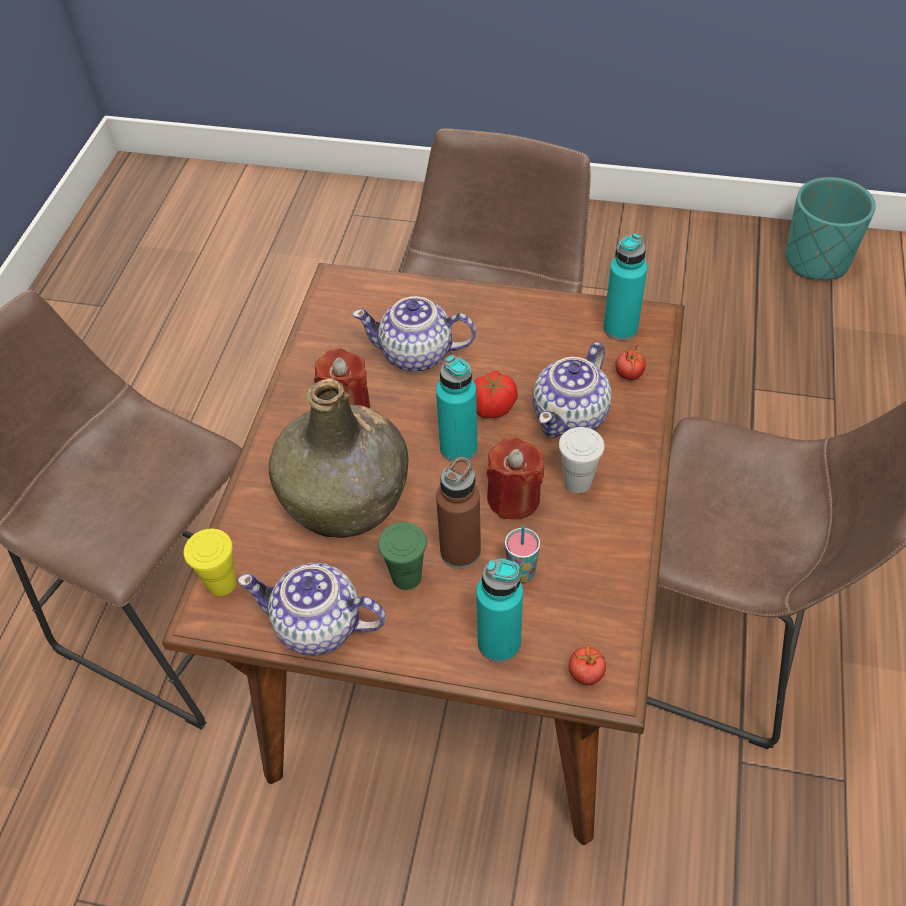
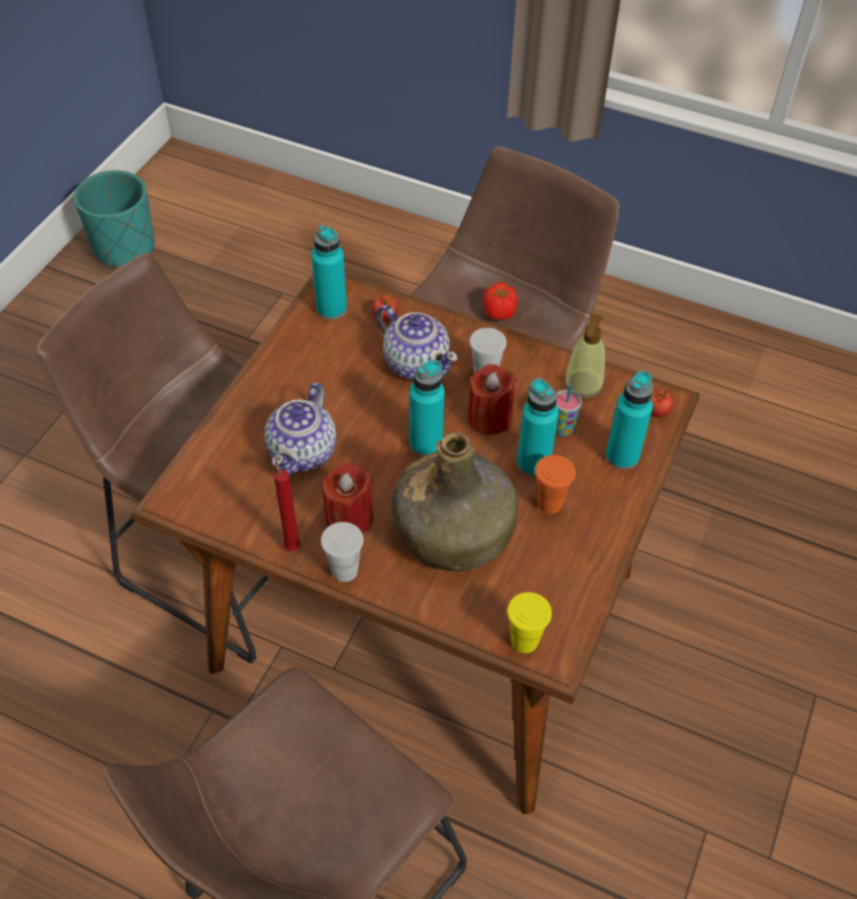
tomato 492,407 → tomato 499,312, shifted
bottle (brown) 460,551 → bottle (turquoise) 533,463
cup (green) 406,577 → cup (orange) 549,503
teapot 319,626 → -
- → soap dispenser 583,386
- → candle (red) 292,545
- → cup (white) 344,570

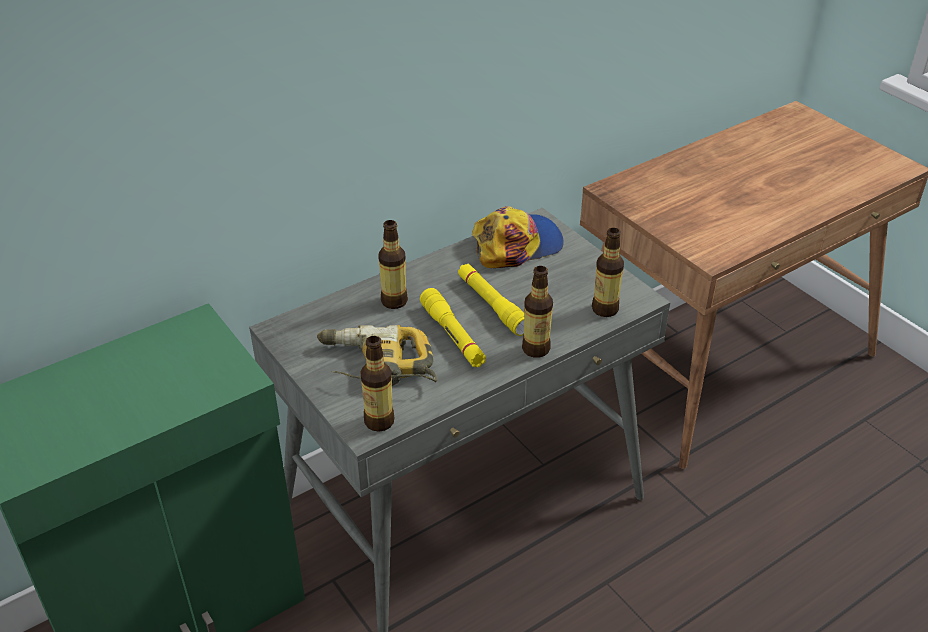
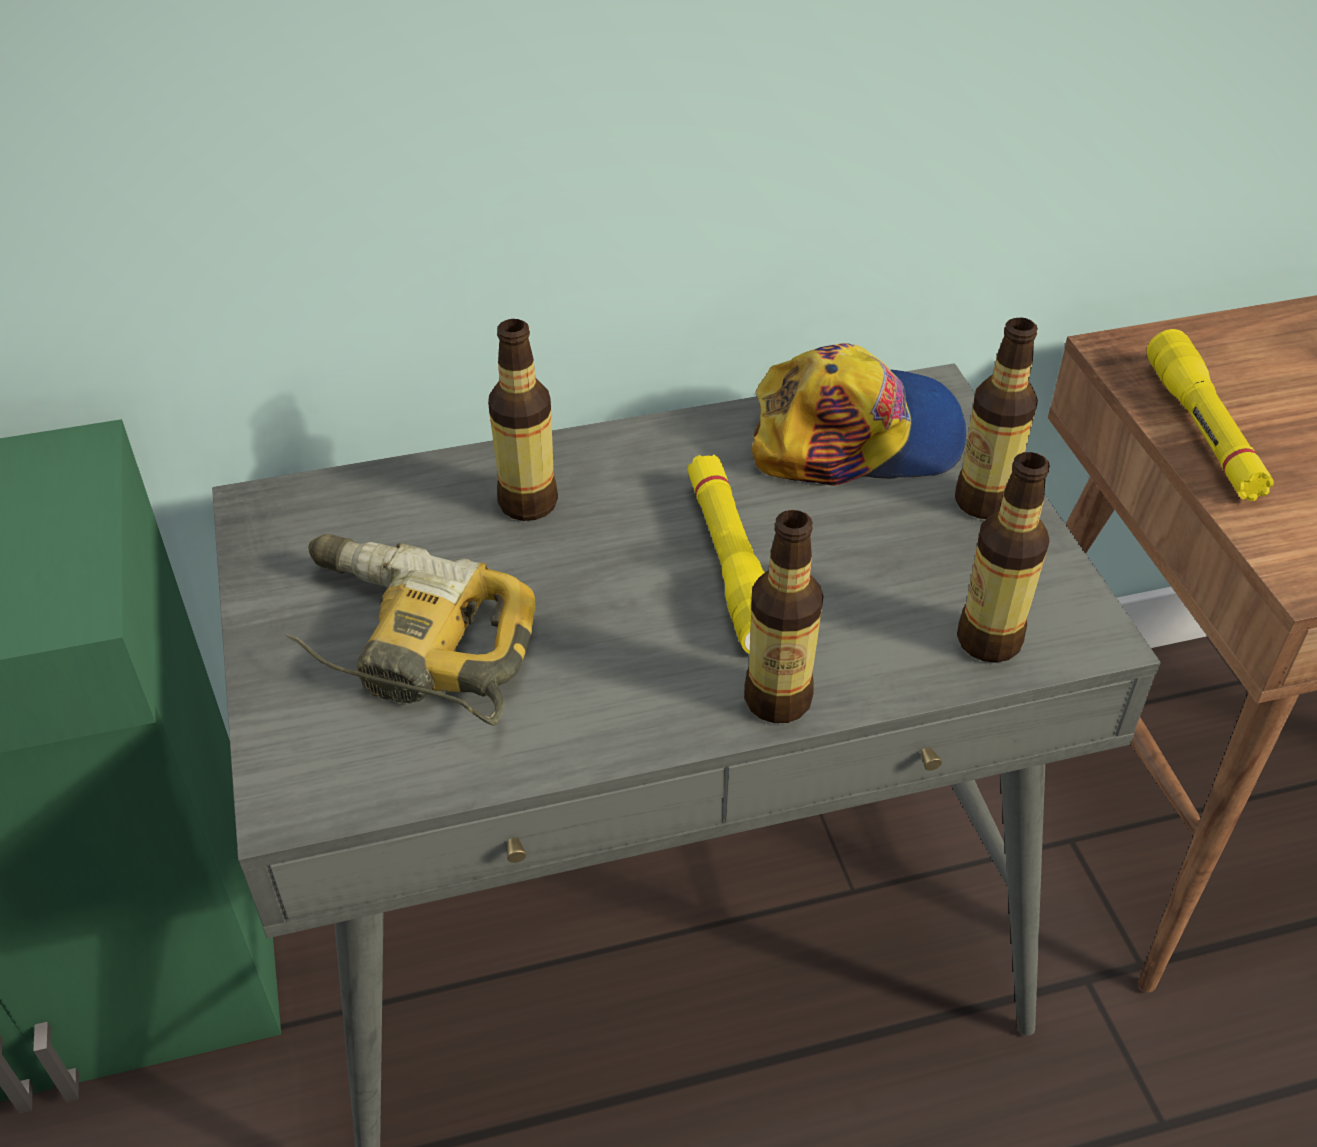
flashlight (yellow) 453,335 → flashlight (yellow) 1203,430, shifted
bottle 379,421 → bottle 984,501, shifted

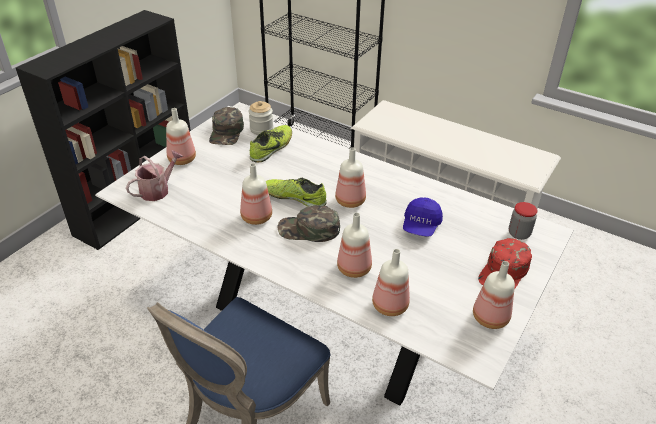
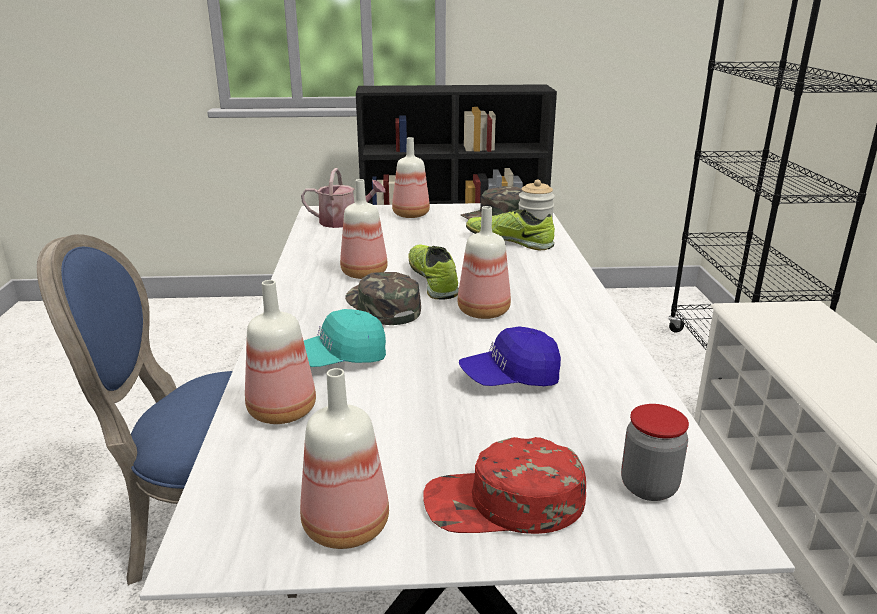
shoe 272,148 → shoe 509,241, 150 degrees counterclockwise
bottle 355,268 → cap (turquoise) 340,359

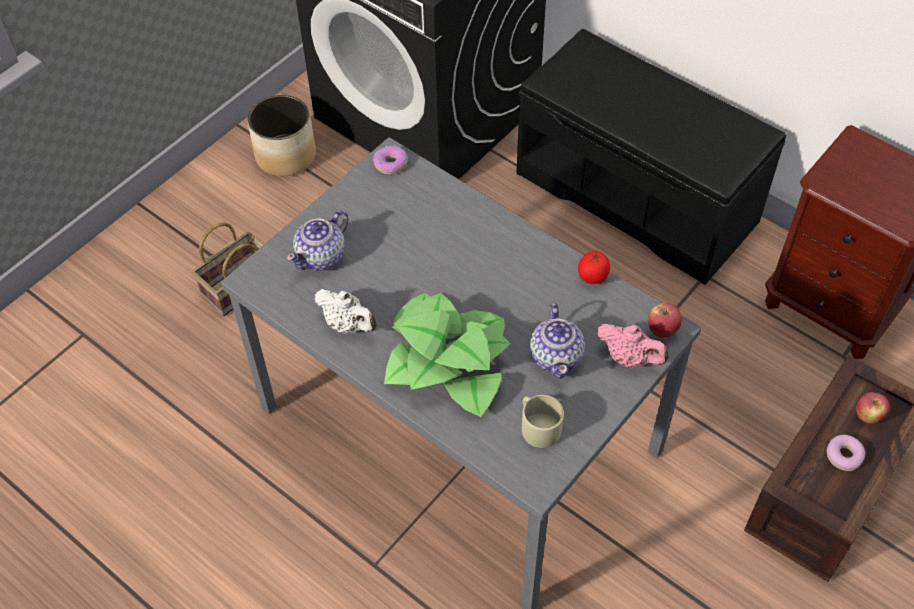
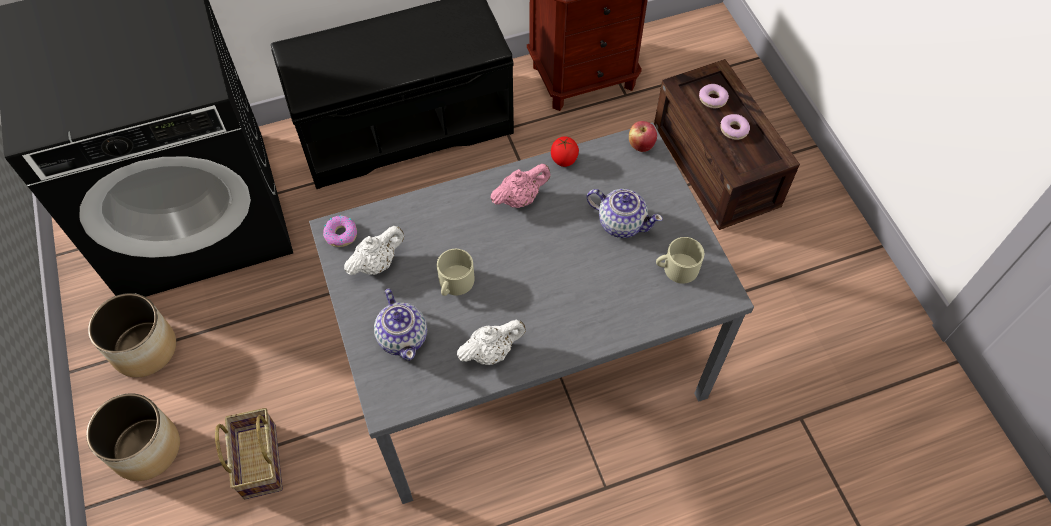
potted plant 448,360 → -
teapot (pink) 629,358 → teapot (pink) 520,198, shifted
apple 868,416 → donut 712,99
- → teapot (white) 377,263
- → mug (beige) 454,284
- → planter 146,448

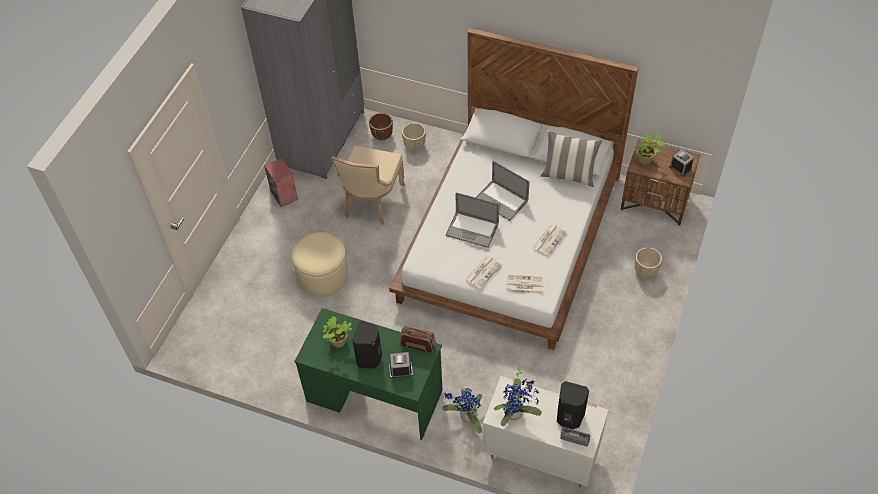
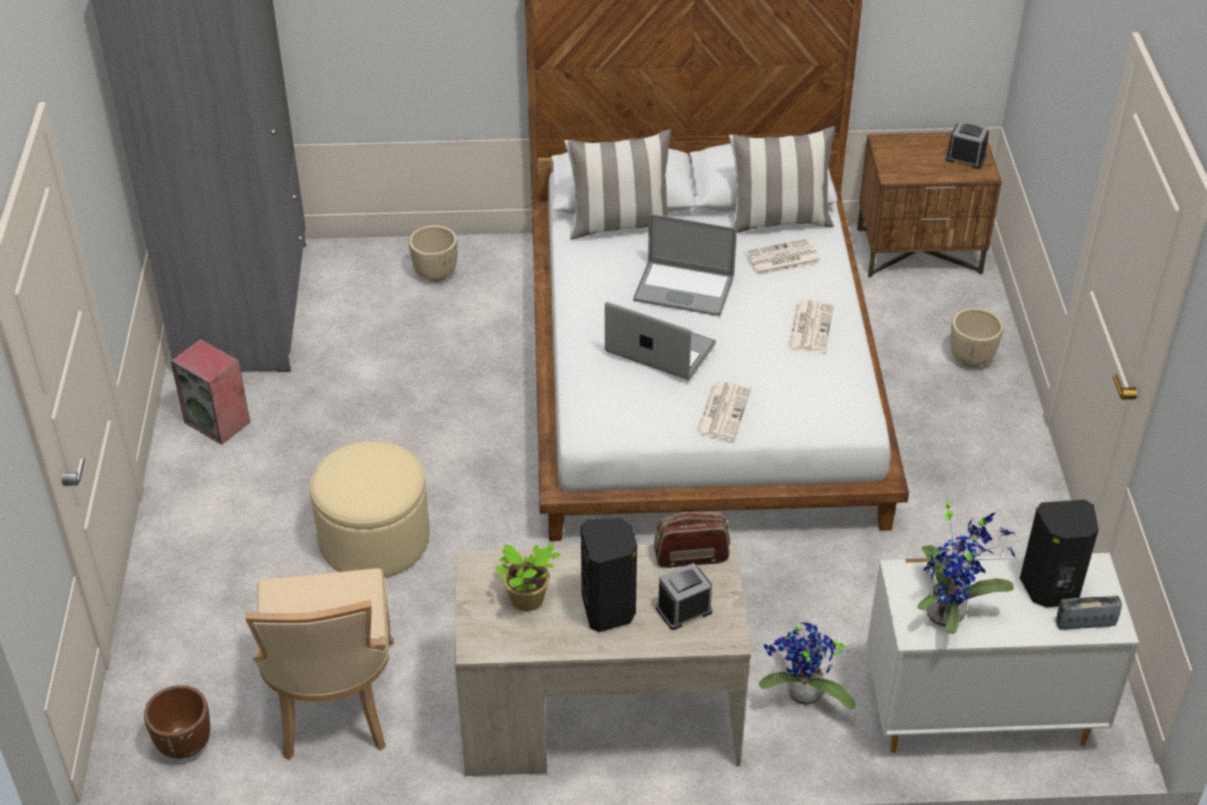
planter (brown) 382,136 → planter (brown) 185,744, shifted
potted plant 646,160 → -
chair (beige) 372,202 → chair (beige) 333,704, shifted
laptop 472,229 → laptop 660,348, 150 degrees counterclockwise
newspaper 524,285 → newspaper 781,259, shifted
desk (green) 374,396 → desk (beige) 599,719
- → pillow 619,225

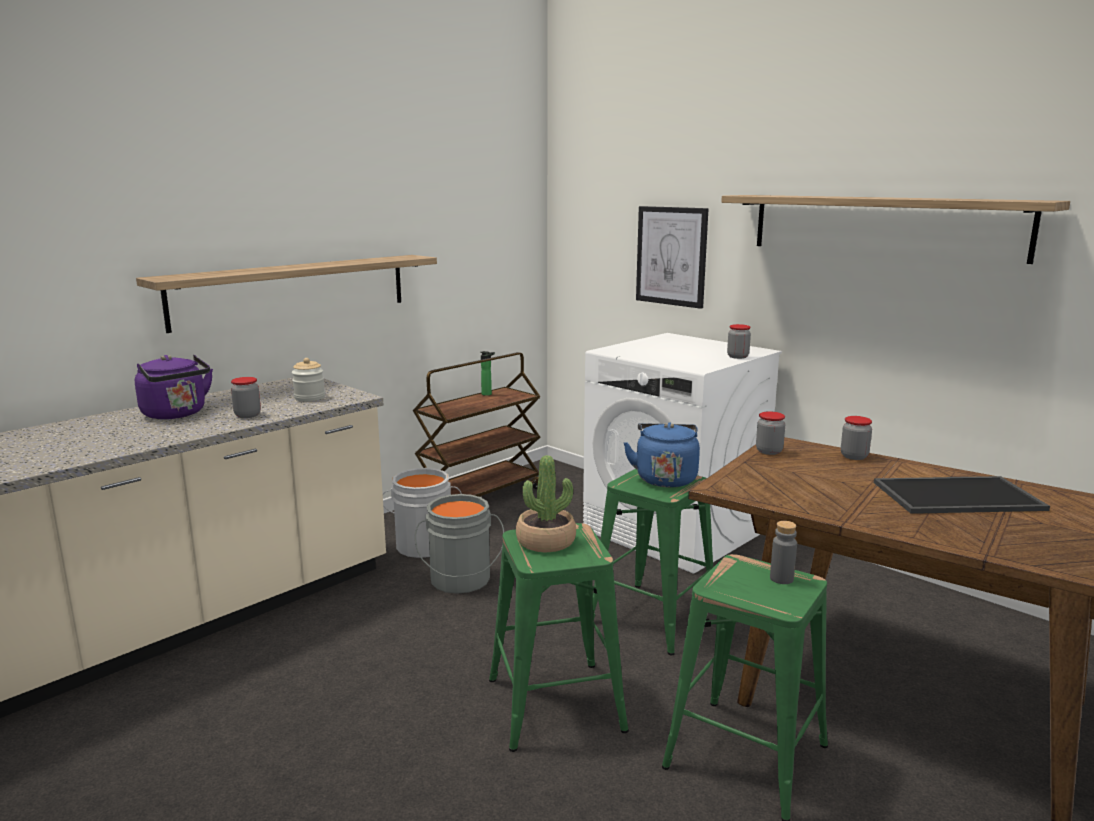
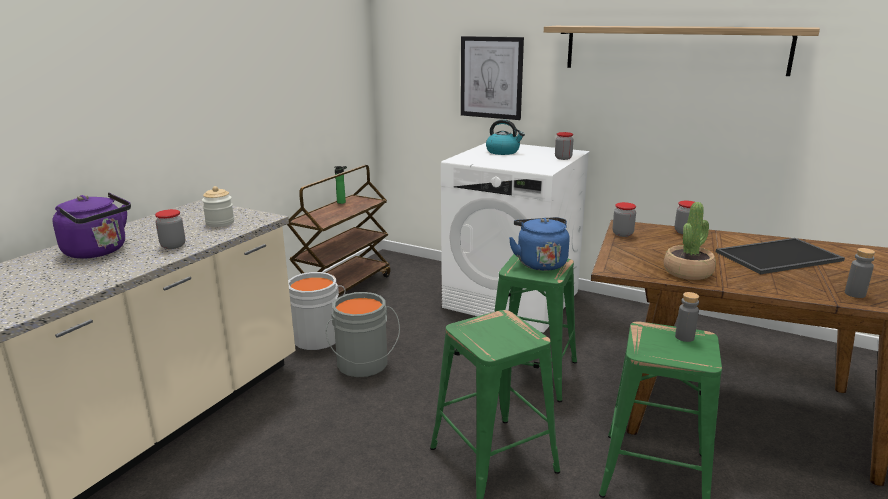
shelf 293,290 → -
potted plant 546,542 → potted plant 688,272, shifted
- → kettle 503,152
- → bottle (grey) 855,294

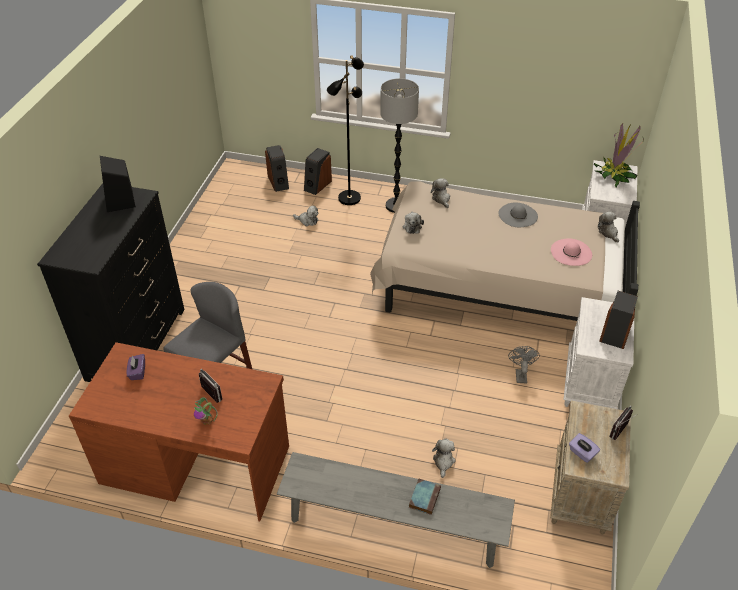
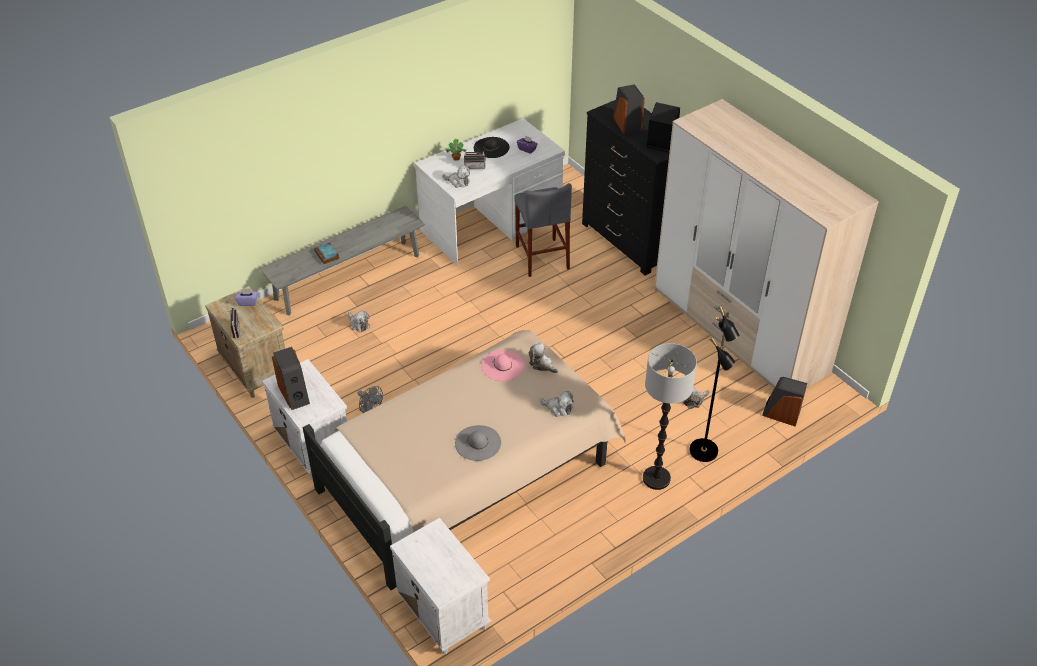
potted plant 614,174 → -
speaker 317,185 → speaker 626,124, shifted
plush toy 608,232 → plush toy 458,182, shifted
hat (pink) 571,252 → hat (pink) 503,365, shifted
desk (brown) 195,463 → desk (white) 492,224
- → wardrobe 739,331
- → hat (black) 491,147

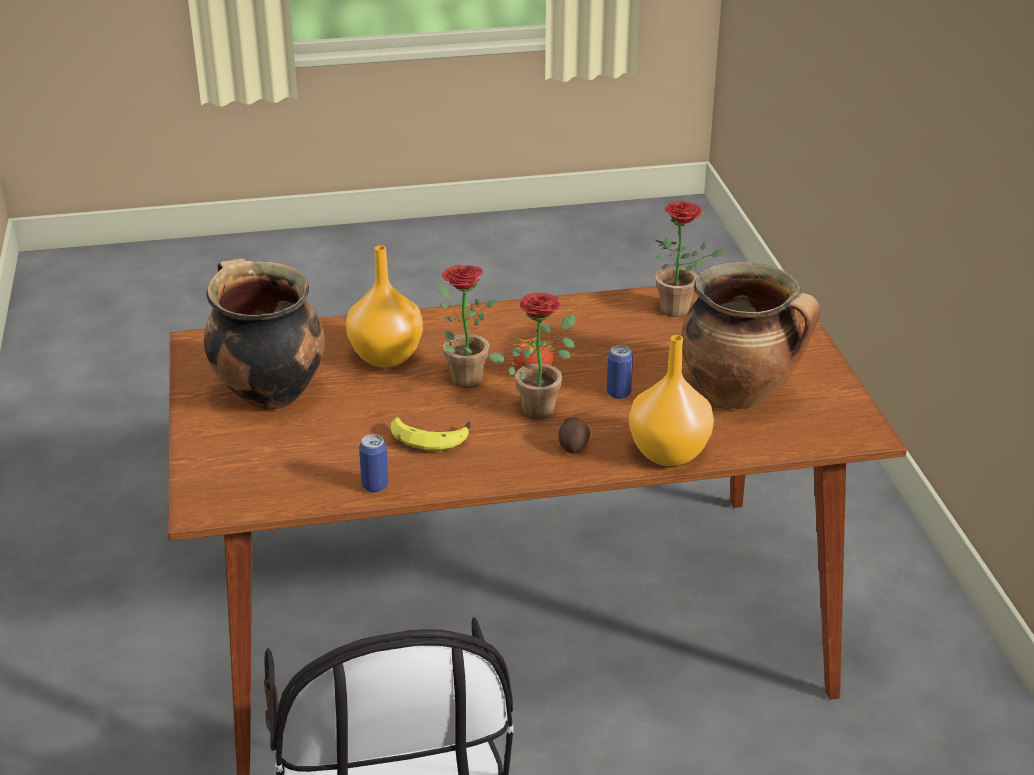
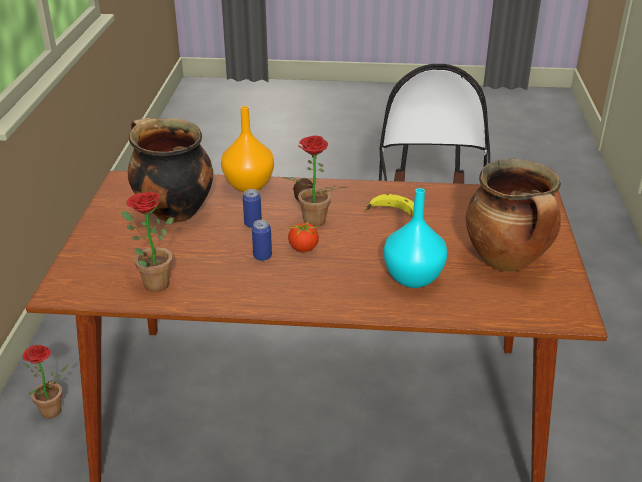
vase (orange) 385,357 → vase (turquoise) 414,277
potted plant 461,377 → potted plant 53,413, shifted
can 375,486 → can 262,256, shifted

